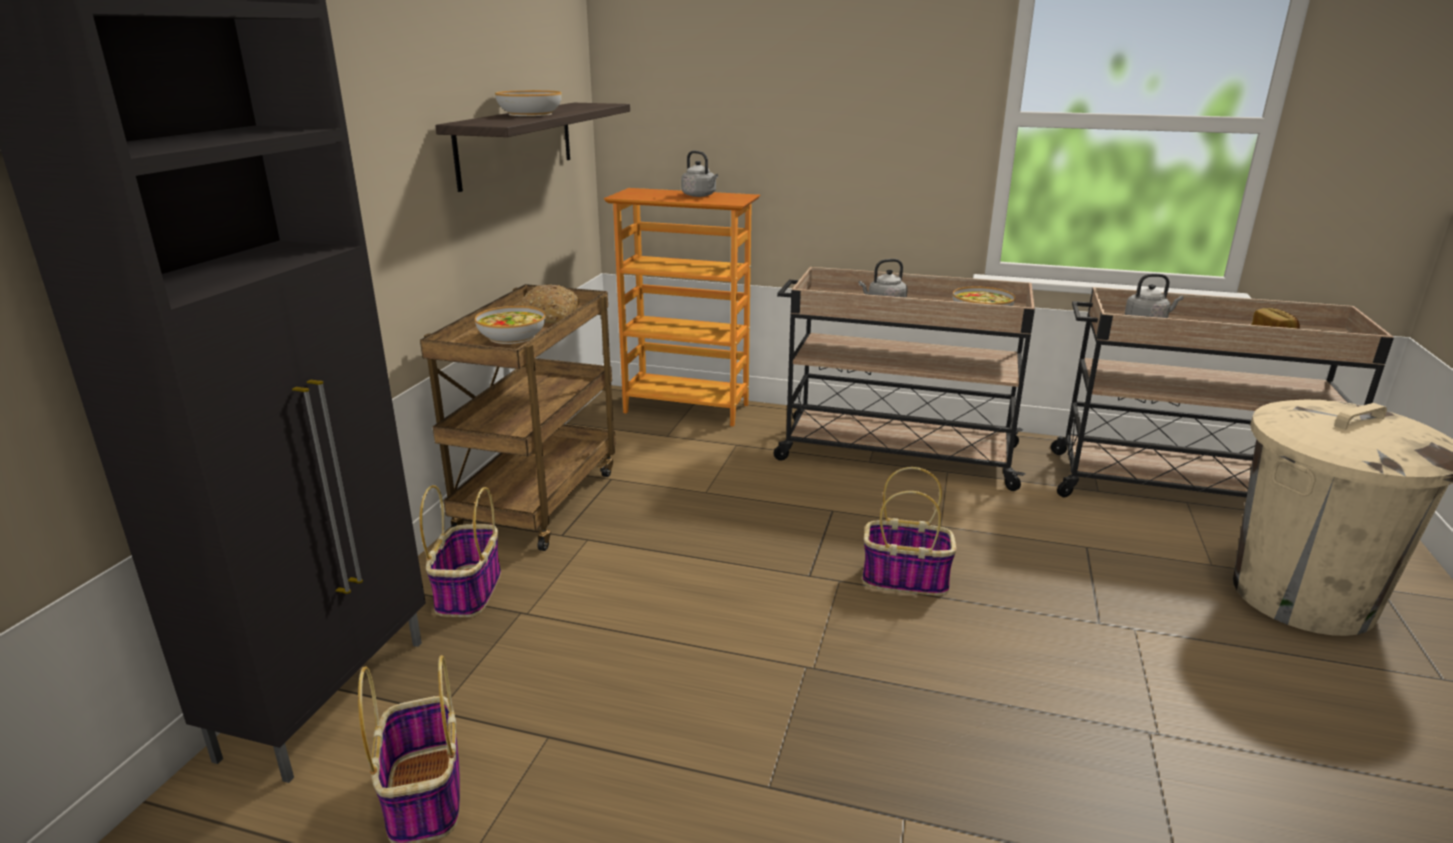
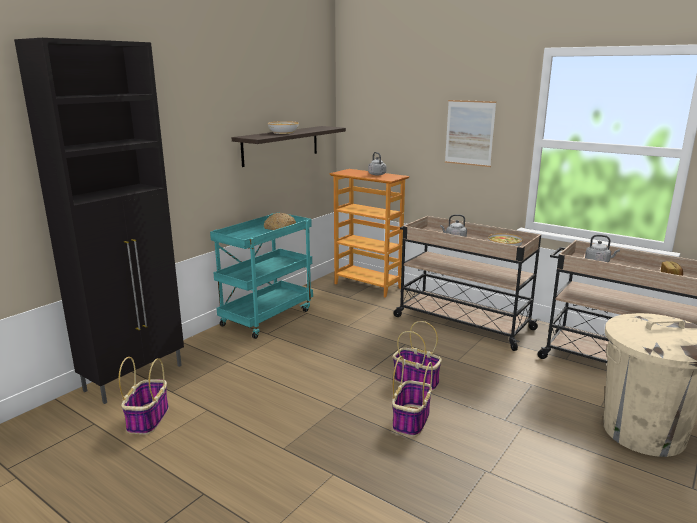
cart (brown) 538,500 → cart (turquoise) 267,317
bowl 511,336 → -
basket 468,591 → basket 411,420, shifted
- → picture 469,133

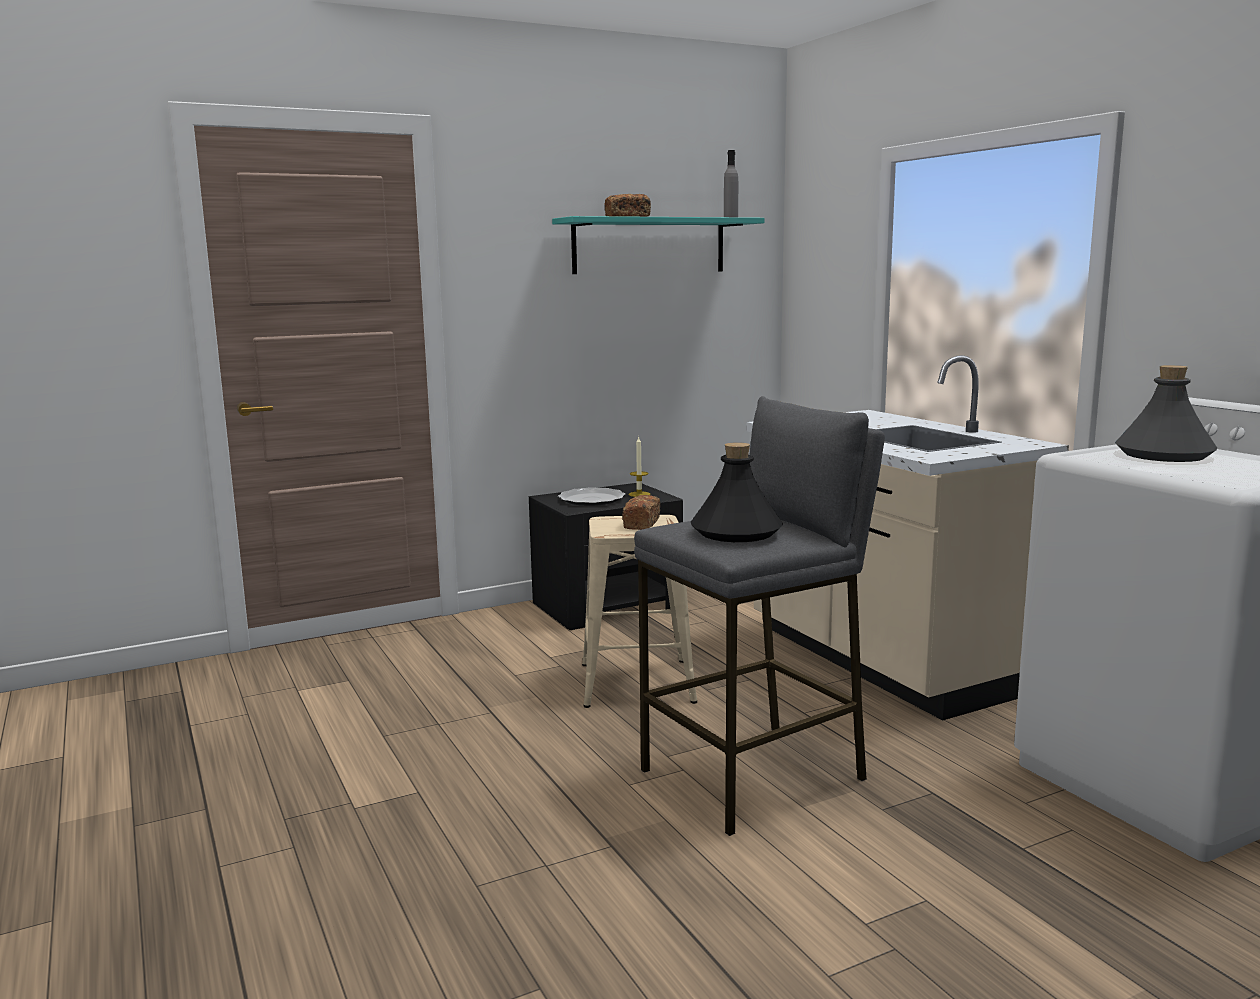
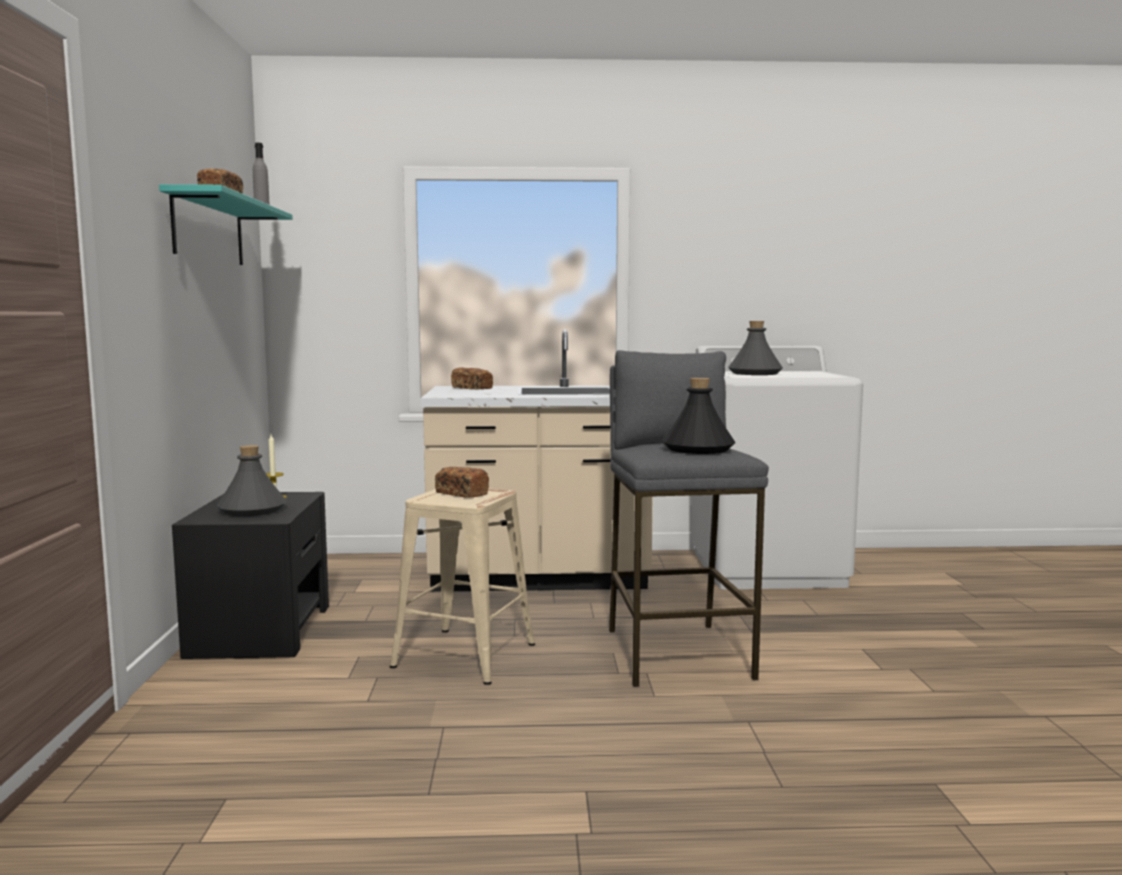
plate 592,499 → bottle (grey) 252,510
- → bread 472,388

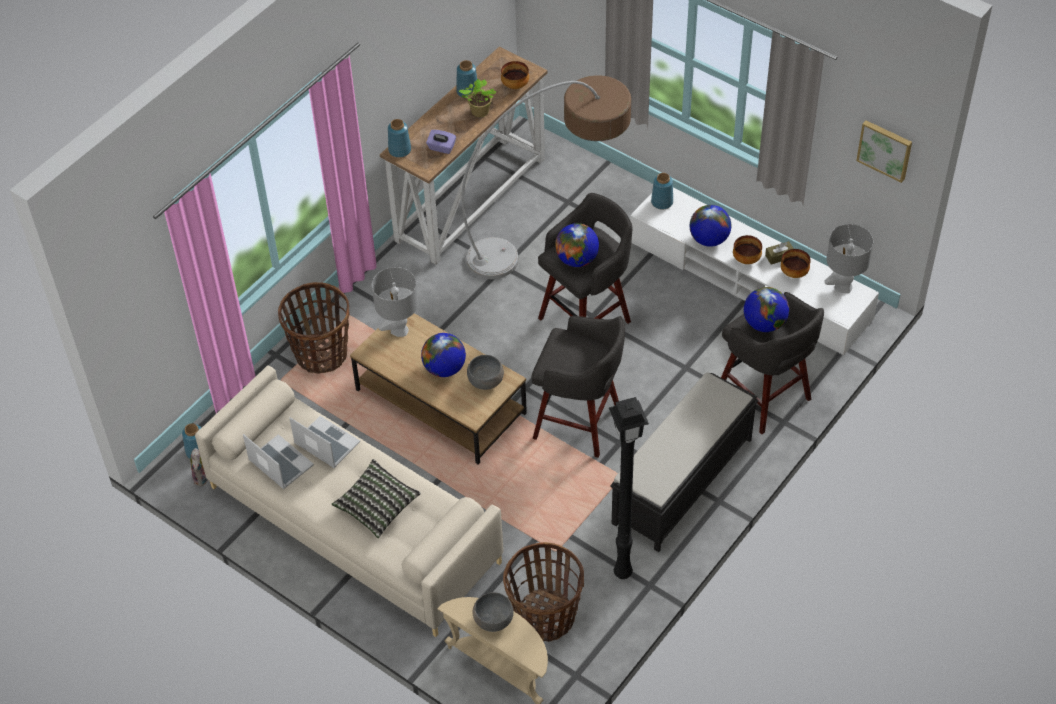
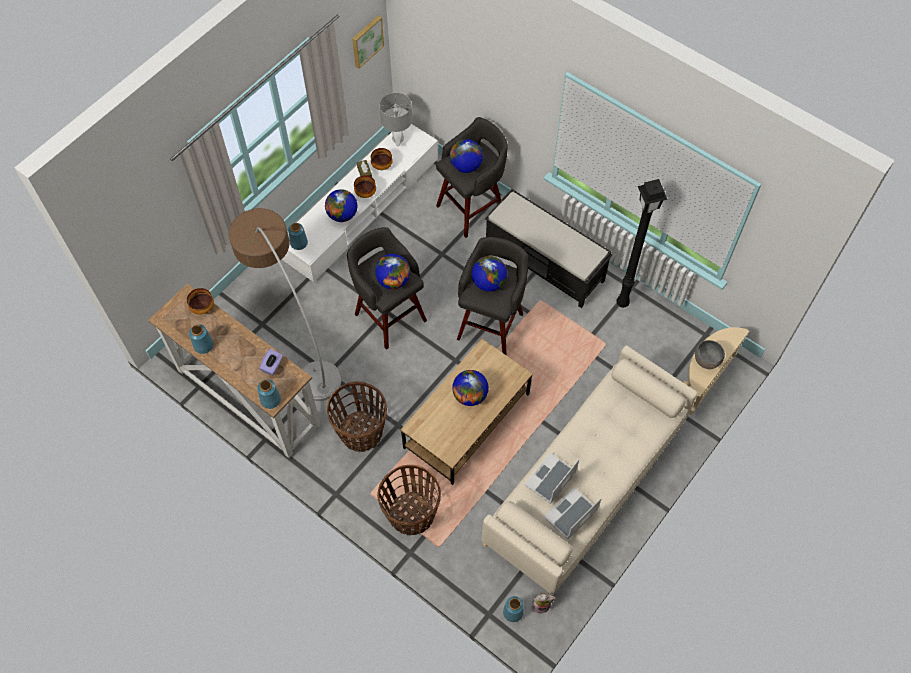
potted plant 479,112 → -
table lamp (grey) 399,330 → -
bowl (grey) 486,381 → -
pillow 377,506 → -
basket 545,617 → basket 361,432, shifted
- → globe 488,283

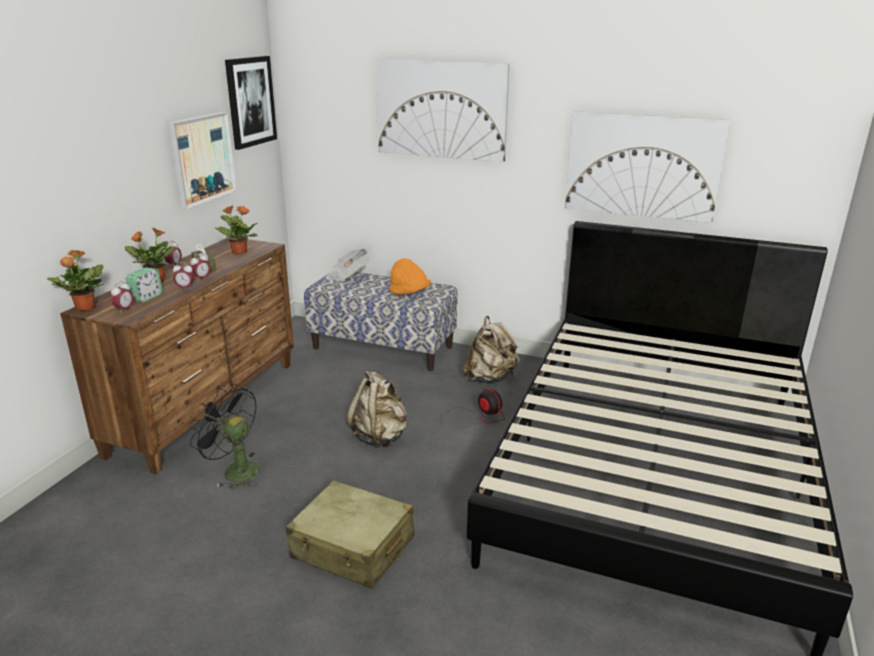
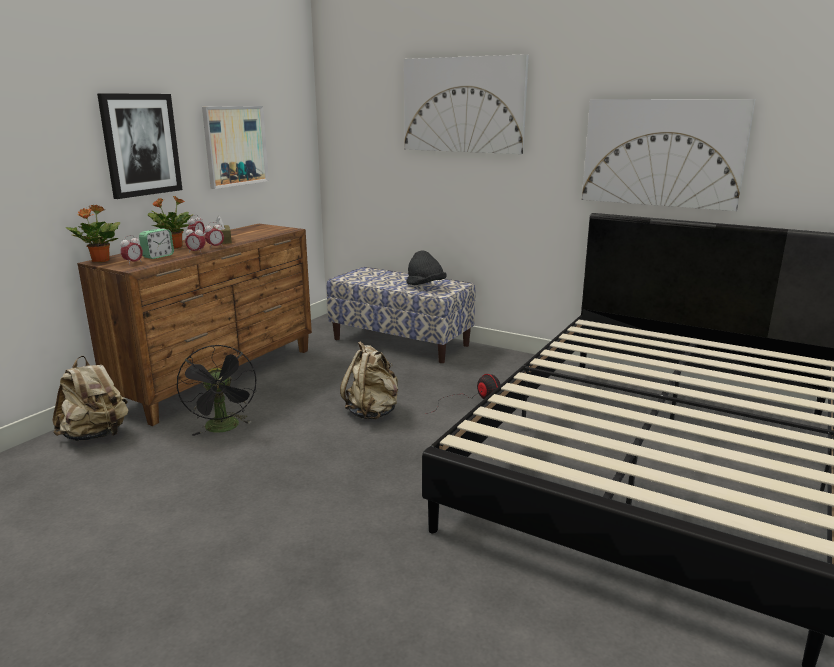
picture 250,101 → picture 141,145, shifted
potted plant 239,252 → -
newspaper 347,276 → -
hat (orange) 409,293 → hat (black) 425,286
backpack (beige) 490,378 → backpack (beige) 96,435, shifted
fan (black) 234,470 → fan (black) 224,429, 150 degrees counterclockwise
suitcase (beige) 353,548 → -

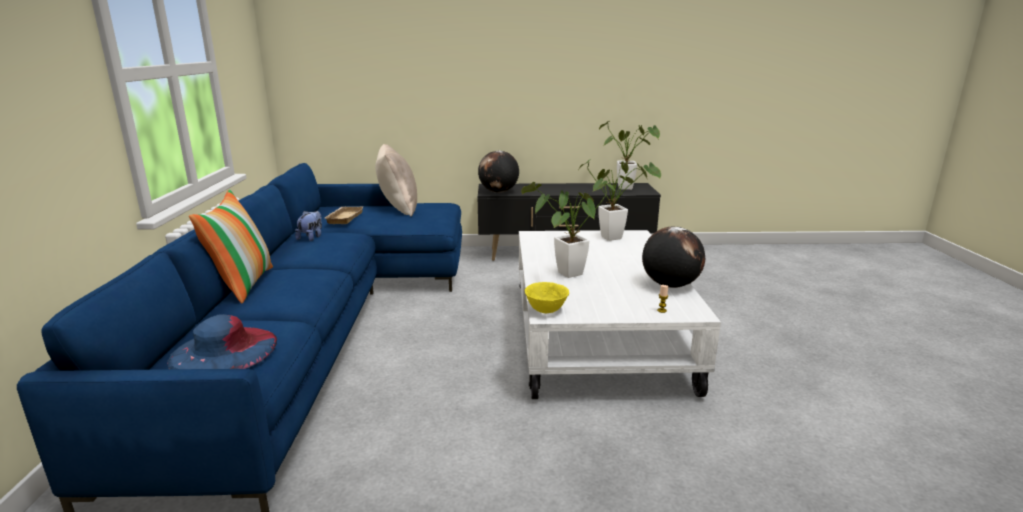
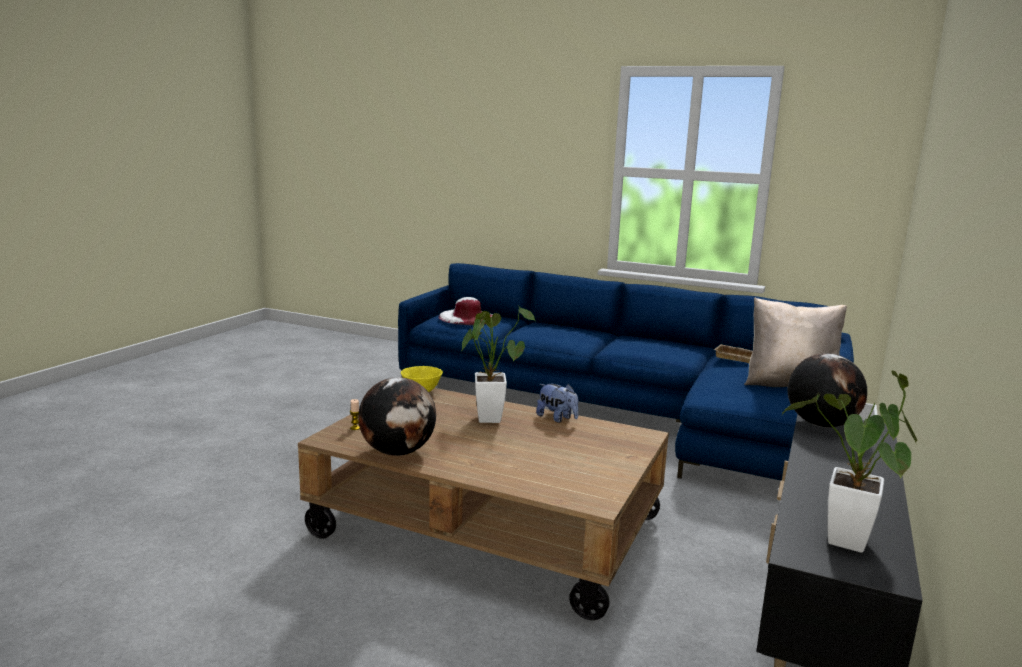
potted plant 615,237 → -
pillow 243,284 → -
plush toy 311,237 → plush toy 557,418, shifted
coffee table (white) 595,336 → coffee table (brown) 488,526
hat (blue) 224,350 → hat (white) 467,317

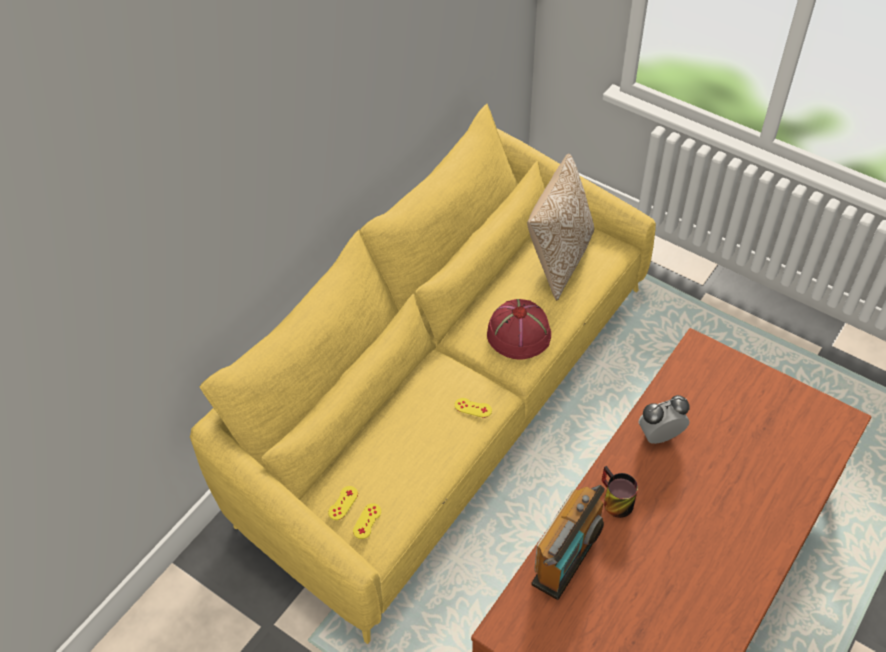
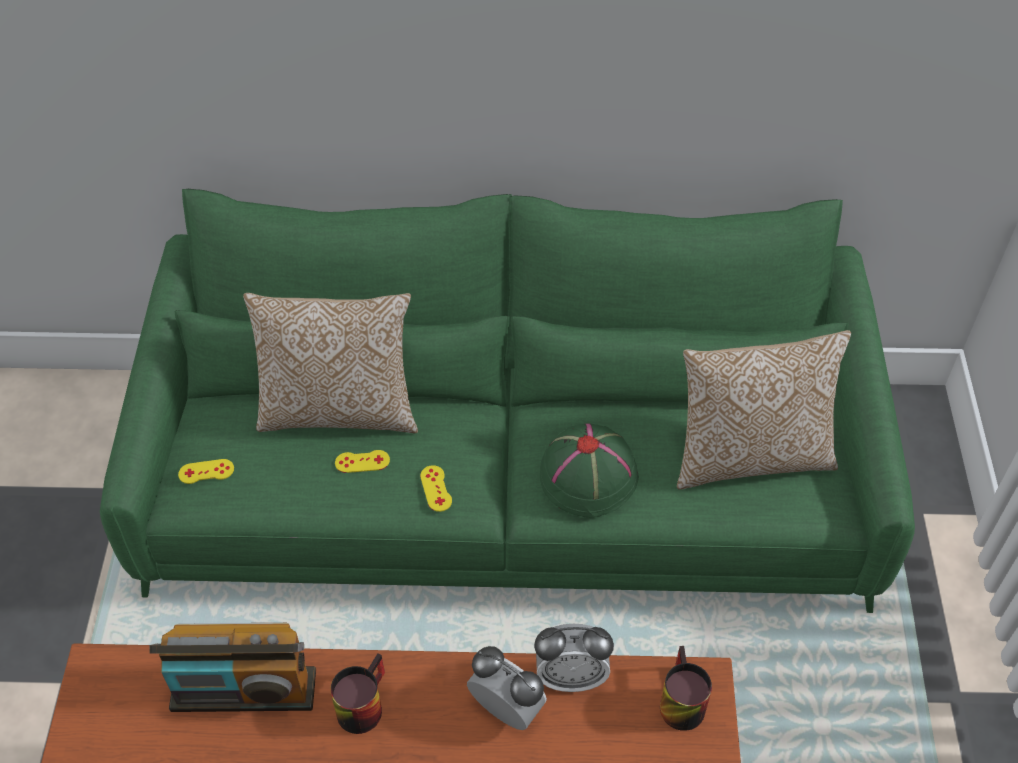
sofa (yellow) 443,404 → sofa (green) 509,492
hat (red) 518,333 → hat (green) 588,475
game controller (yellow) 343,503 → game controller (yellow) 362,461, shifted
- → pillow 339,410
- → alarm clock 571,676
- → mug 677,700

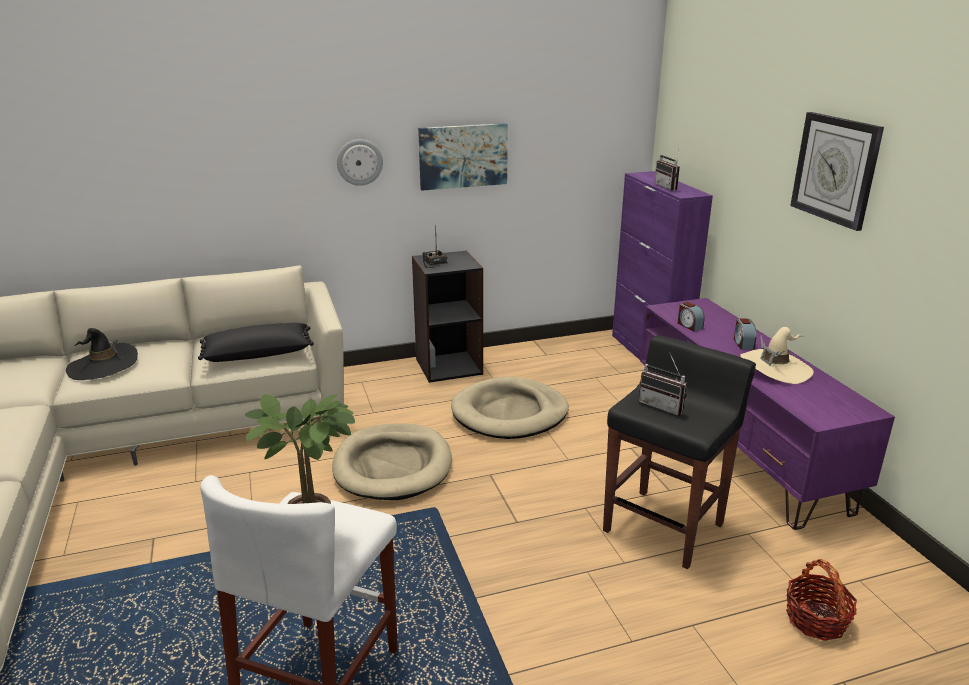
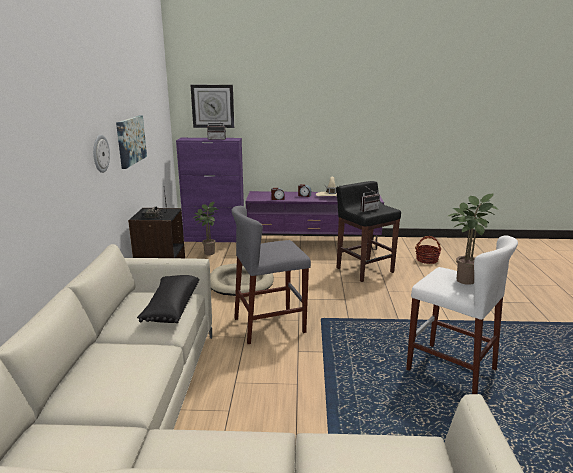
wall clock 835,169 → wall clock 213,106, shifted
hat (black) 103,366 → -
dog bed (beige) 393,466 → stool (grey) 269,325
- → potted plant 208,252

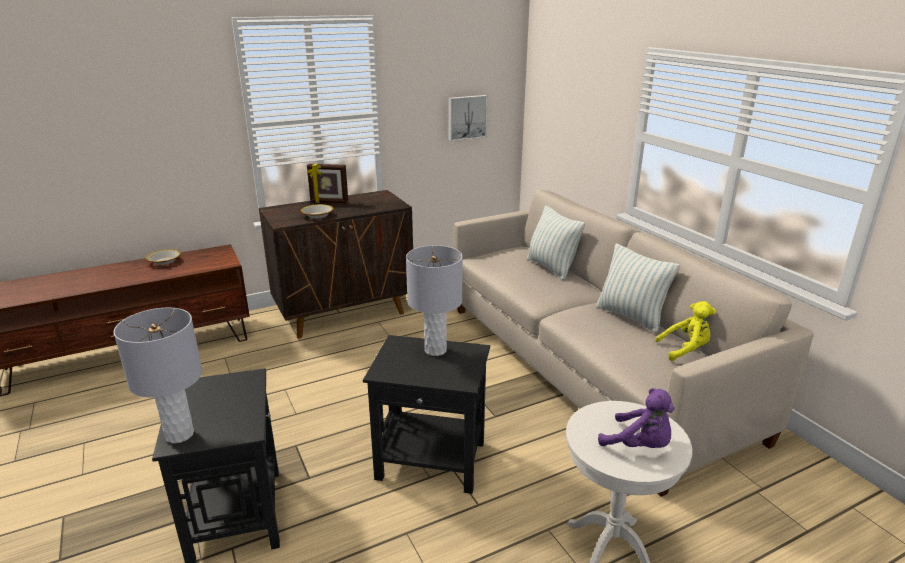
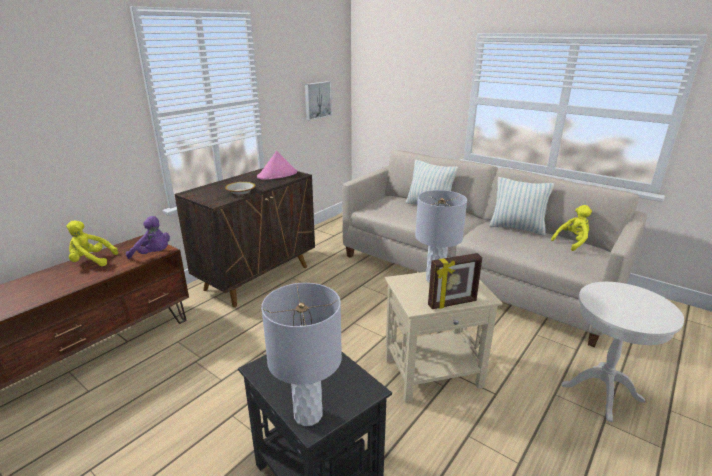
picture frame 329,202 → picture frame 452,303, shifted
bowl 164,261 → plush toy (yellow) 91,261
side table (black) 432,460 → side table (beige) 433,372
plush toy (purple) 639,445 → plush toy (purple) 153,254, shifted
- → hat (pink) 277,175

